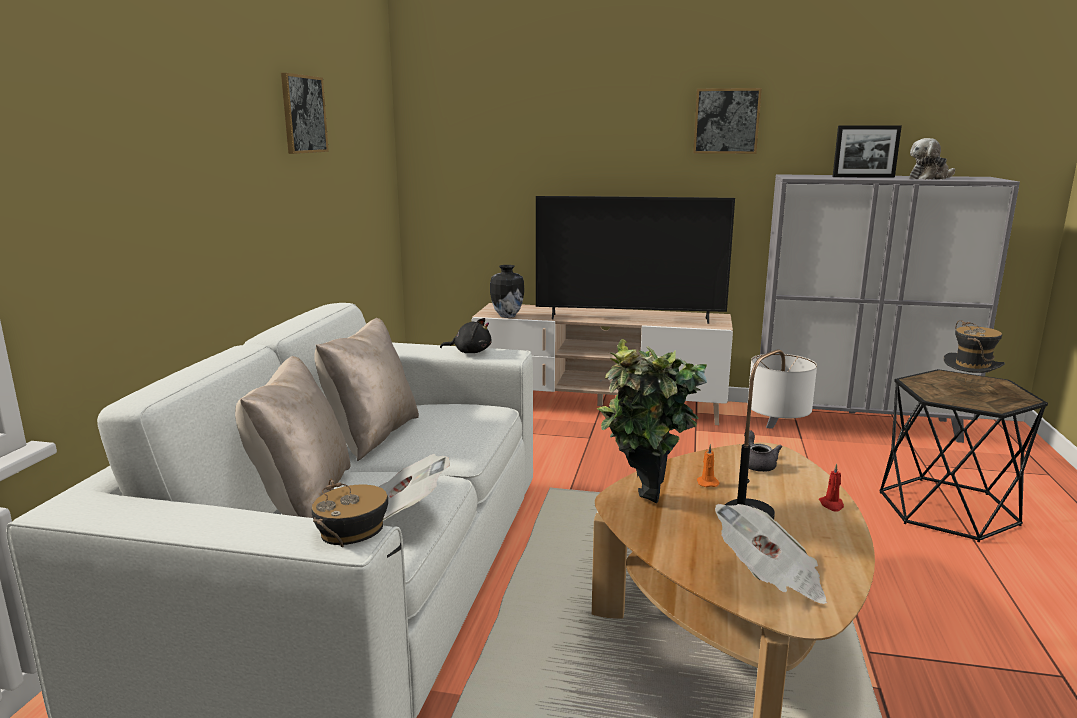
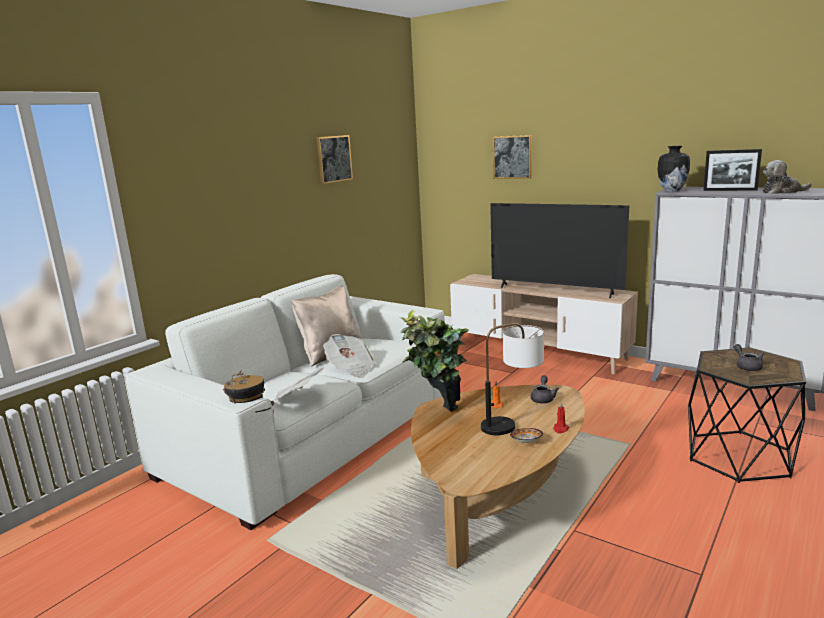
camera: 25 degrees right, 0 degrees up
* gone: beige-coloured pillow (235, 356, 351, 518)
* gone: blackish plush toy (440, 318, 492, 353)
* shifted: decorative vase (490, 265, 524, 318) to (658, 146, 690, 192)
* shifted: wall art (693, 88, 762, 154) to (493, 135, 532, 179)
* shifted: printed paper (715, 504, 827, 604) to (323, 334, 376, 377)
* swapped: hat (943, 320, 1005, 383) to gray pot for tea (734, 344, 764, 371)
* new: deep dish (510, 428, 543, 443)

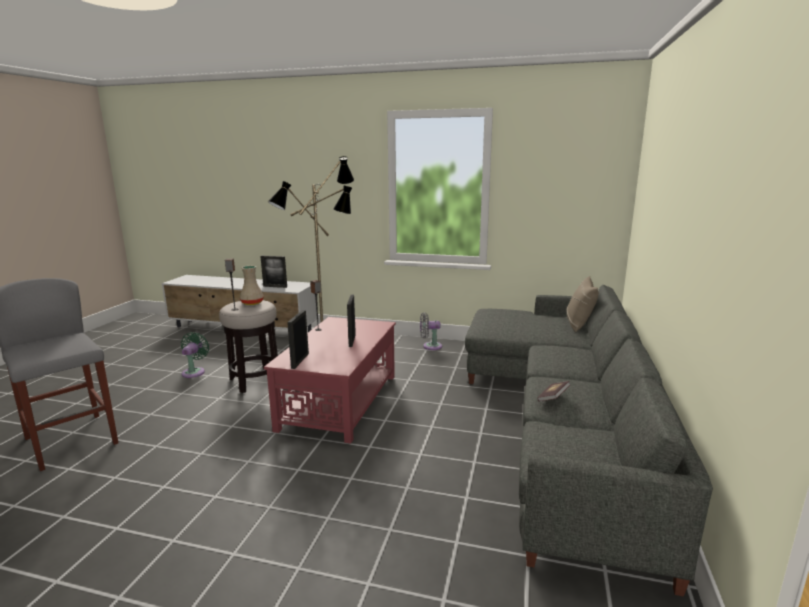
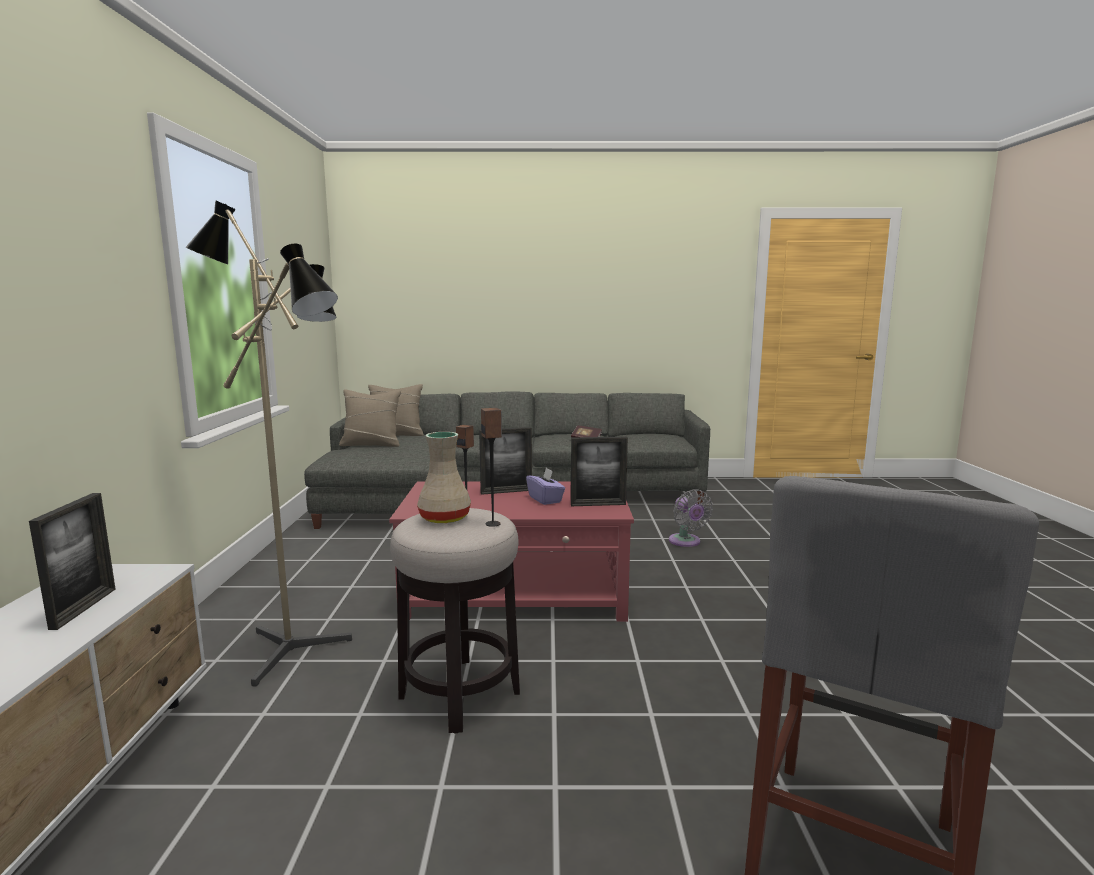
camera: 105 degrees left, 5 degrees down
* gone: greenish fan (181, 332, 209, 378)
* shifted: gray fan (420, 313, 442, 350) to (669, 489, 713, 547)
* new: beige-coloured pillow (339, 390, 401, 447)
* new: purple-coloured tissue box (526, 468, 565, 505)

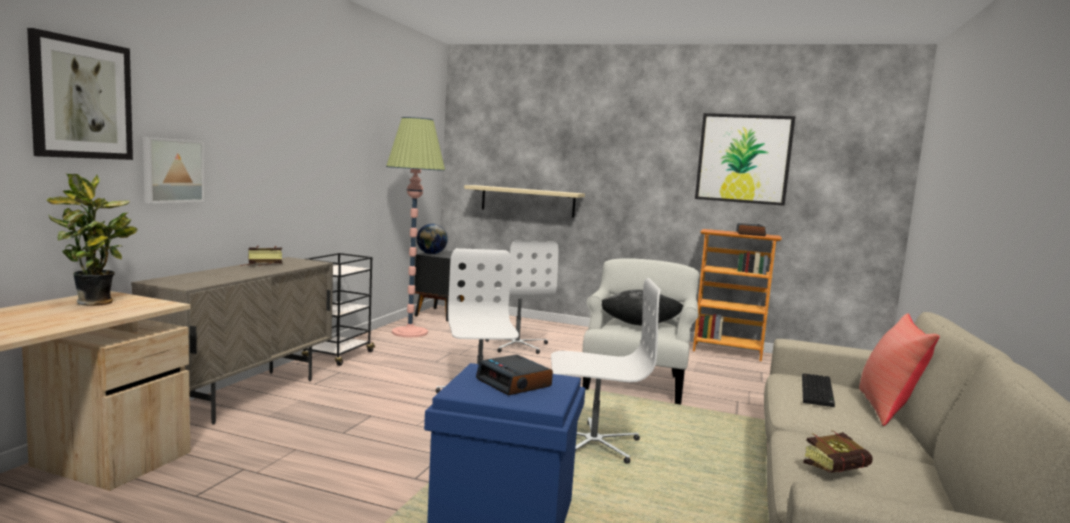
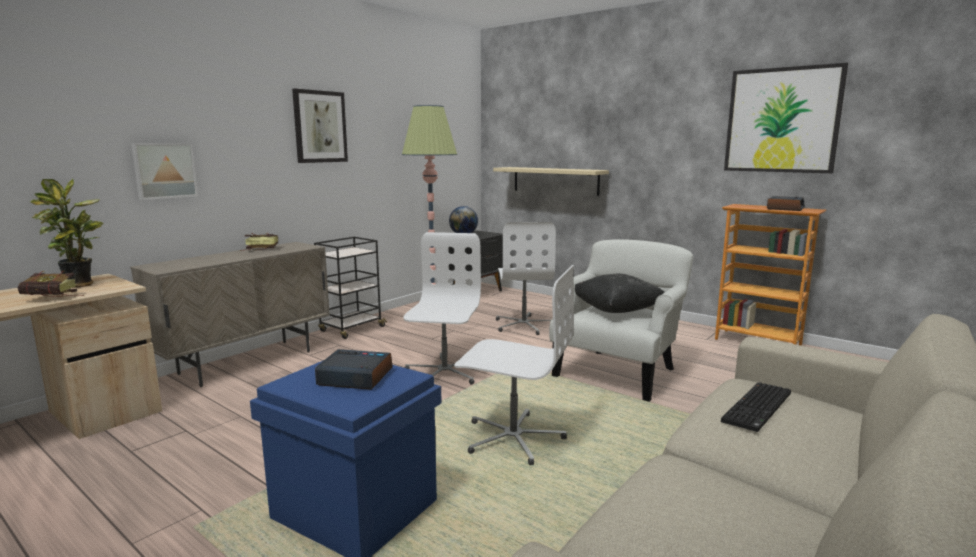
camera: 20 degrees right, 5 degrees up
* shifted: wall art (27, 28, 133, 160) to (292, 89, 348, 163)
* rotated: alarm clock (476, 355, 553, 396) = (315, 349, 393, 390) 120 degrees clockwise
* shifted: volume (803, 430, 873, 473) to (18, 271, 85, 297)
* gone: red pillow (859, 313, 939, 426)

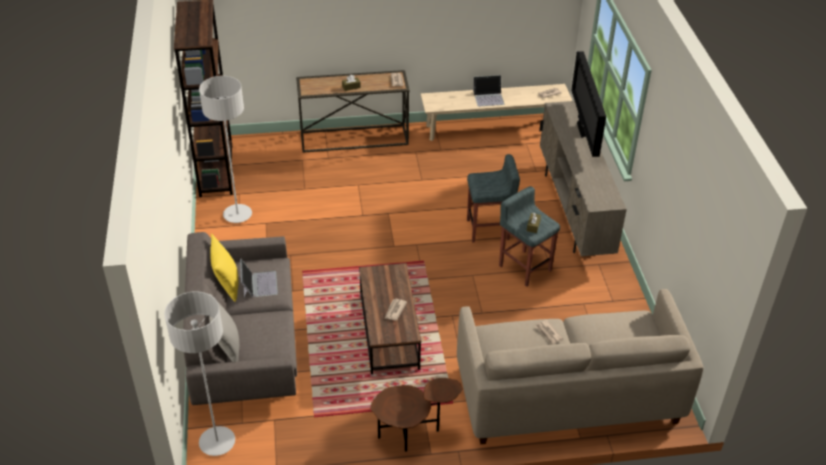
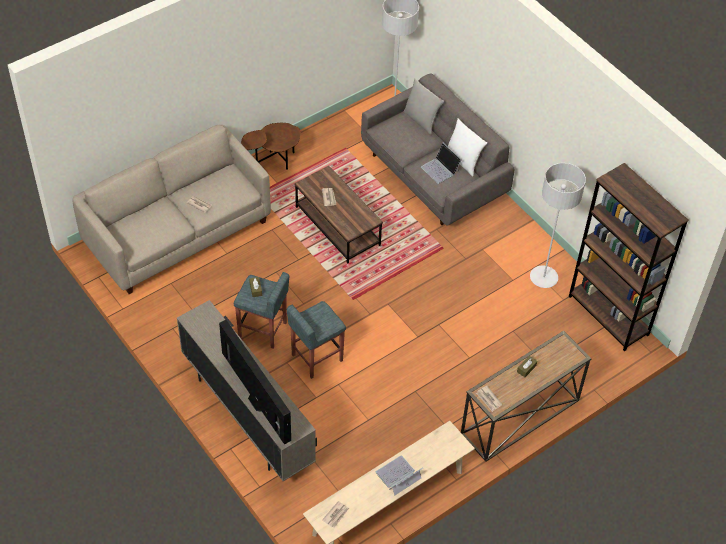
camera: 150 degrees right, 10 degrees up
* repainted: yellow-coloured pillow (210, 234, 238, 302) to whitish pillow (448, 118, 487, 176)

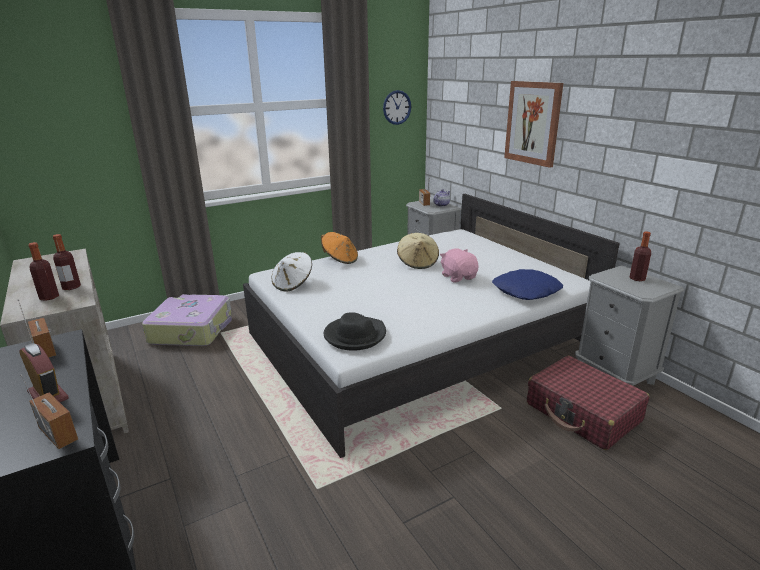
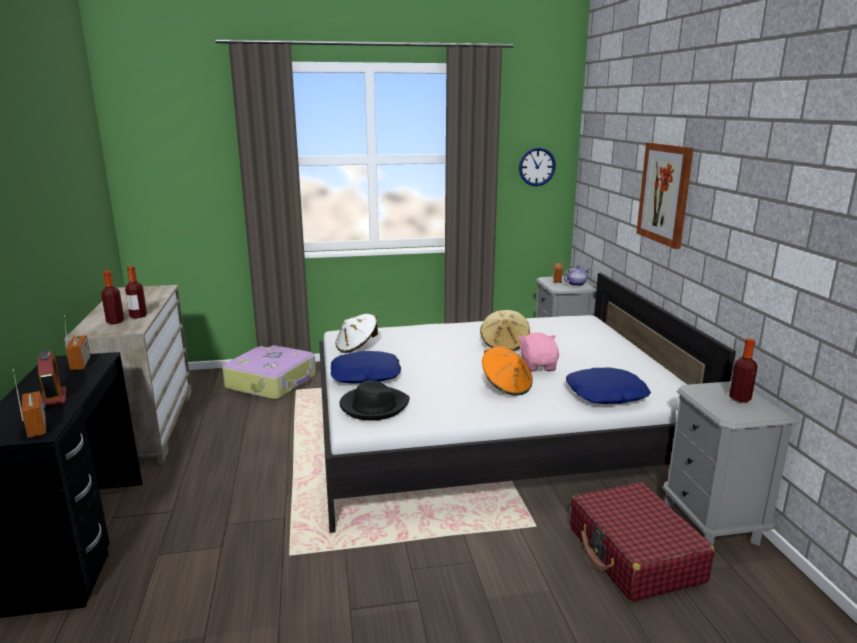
camera: 20 degrees right, 5 degrees down
* shifted: orange-coloured hat (321, 232, 358, 264) to (482, 347, 533, 396)
* new: blue-coloured pillow (330, 351, 401, 384)

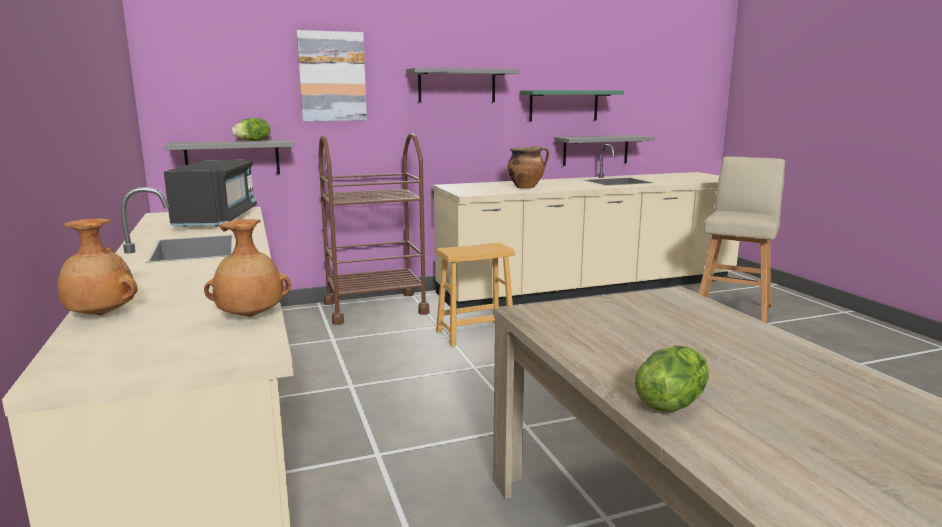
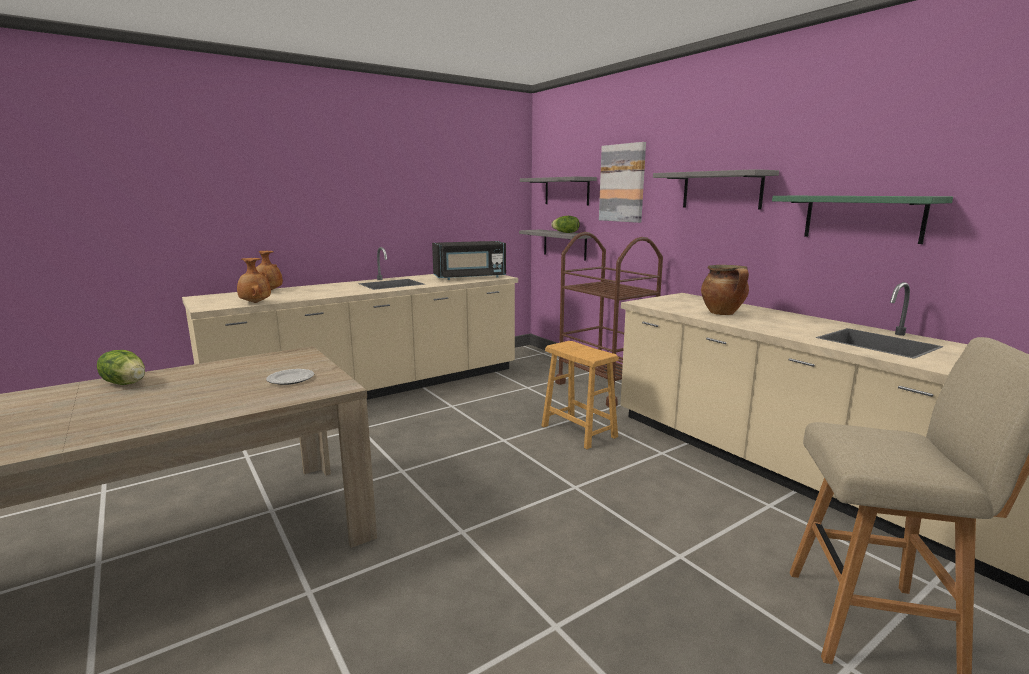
camera: 75 degrees right, 0 degrees up
* shifted: gray wall shelf (554, 135, 654, 166) to (520, 176, 597, 205)
* new: plate (266, 369, 314, 385)

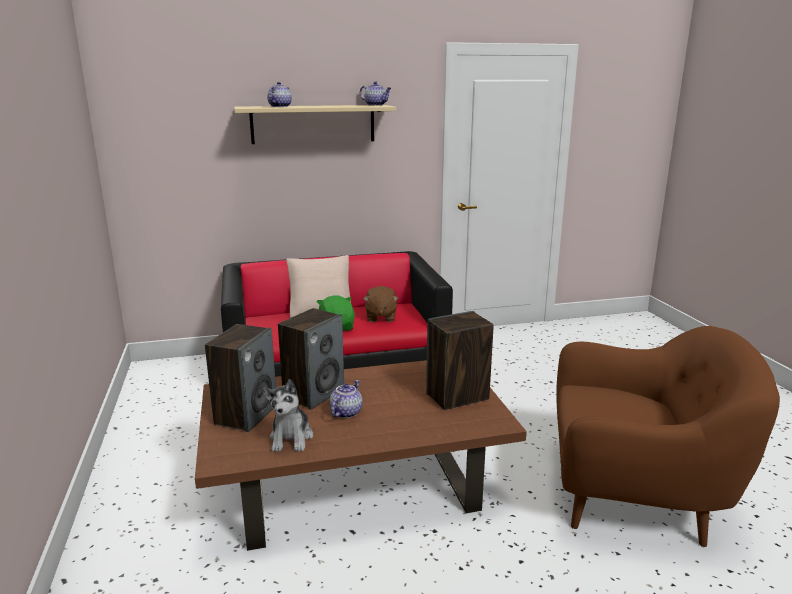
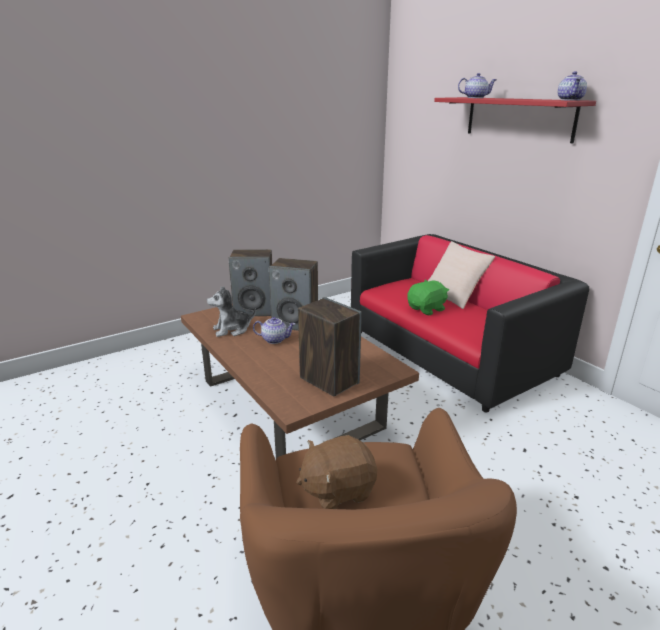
camera: 70 degrees right, 5 degrees up
* repainted: beige-coloured wall shelf (235, 105, 396, 144) to red wall shelf (434, 97, 596, 143)
* shifted: brown plush toy (363, 286, 398, 322) to (296, 435, 377, 509)

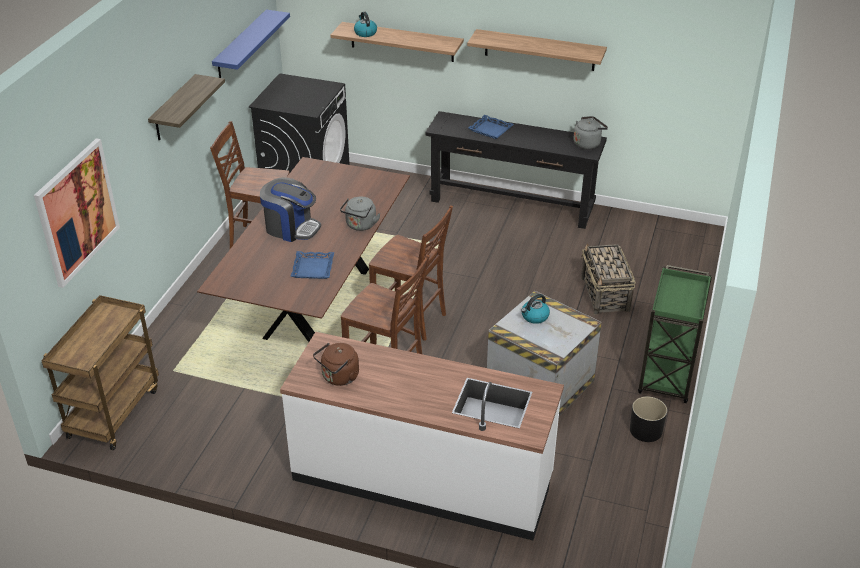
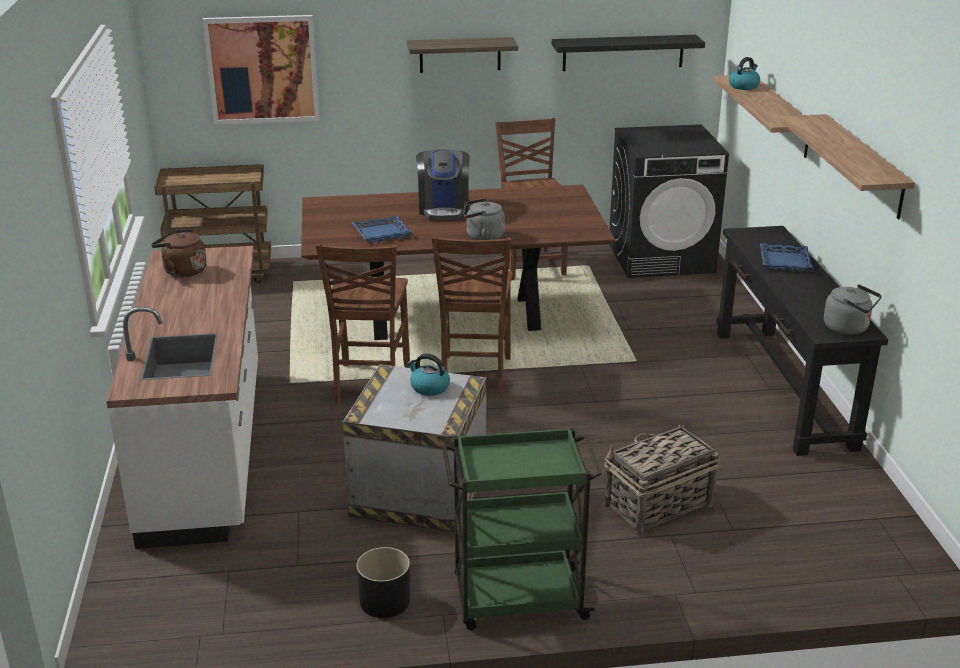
camera: 65 degrees right, 10 degrees down
* repainted: blue-coloured wall shelf (212, 10, 290, 78) to blackish wall shelf (552, 35, 705, 71)

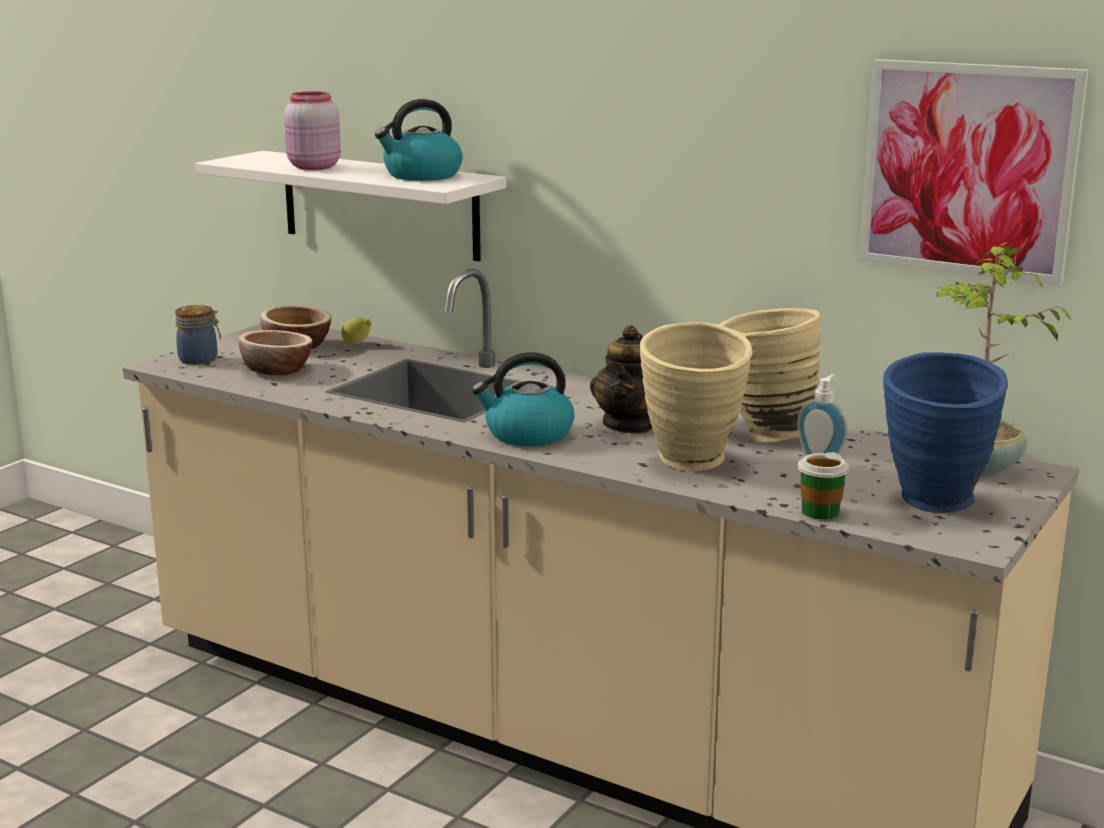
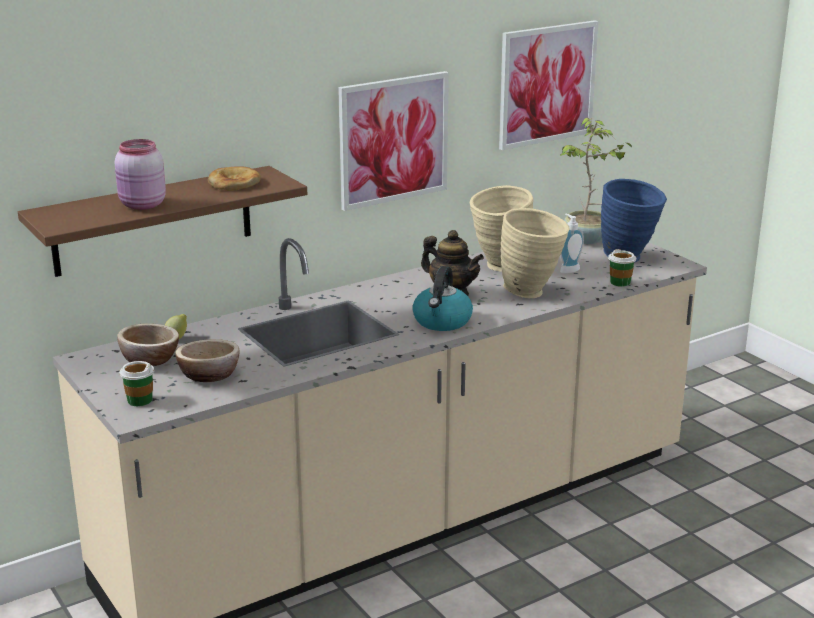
camera: 65 degrees left, 5 degrees up
* swapped: storage jar (175, 305, 221, 365) to drinking cup (119, 361, 154, 406)
* repainted: whitish wall shelf (195, 151, 507, 261) to brown wall shelf (18, 166, 307, 277)
* swapped: kettle (375, 99, 463, 181) to bakery bread (208, 166, 261, 191)
* new: wall art (338, 71, 449, 211)

